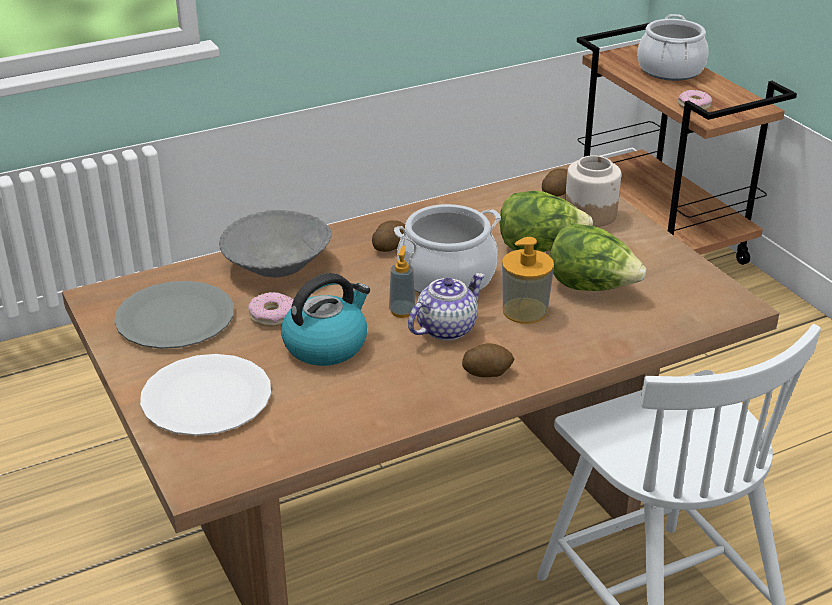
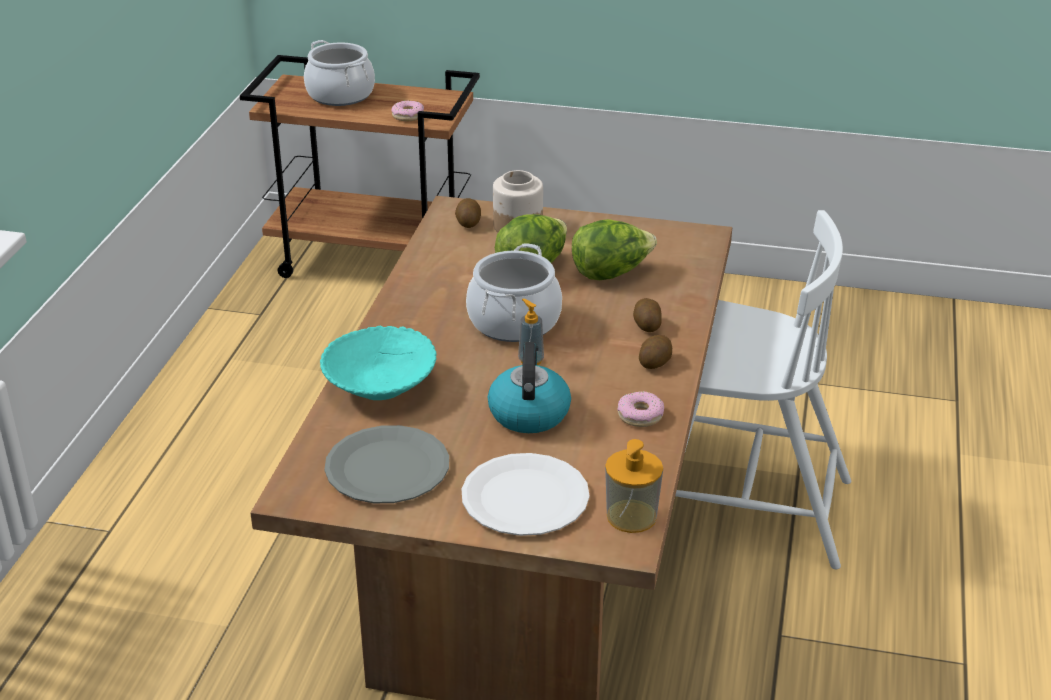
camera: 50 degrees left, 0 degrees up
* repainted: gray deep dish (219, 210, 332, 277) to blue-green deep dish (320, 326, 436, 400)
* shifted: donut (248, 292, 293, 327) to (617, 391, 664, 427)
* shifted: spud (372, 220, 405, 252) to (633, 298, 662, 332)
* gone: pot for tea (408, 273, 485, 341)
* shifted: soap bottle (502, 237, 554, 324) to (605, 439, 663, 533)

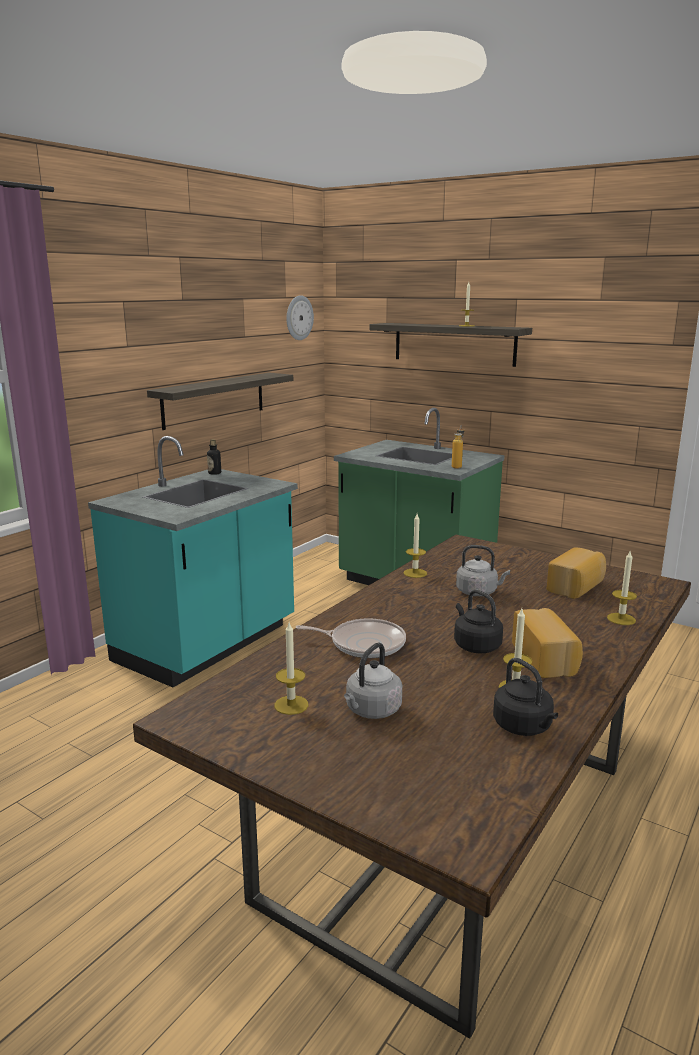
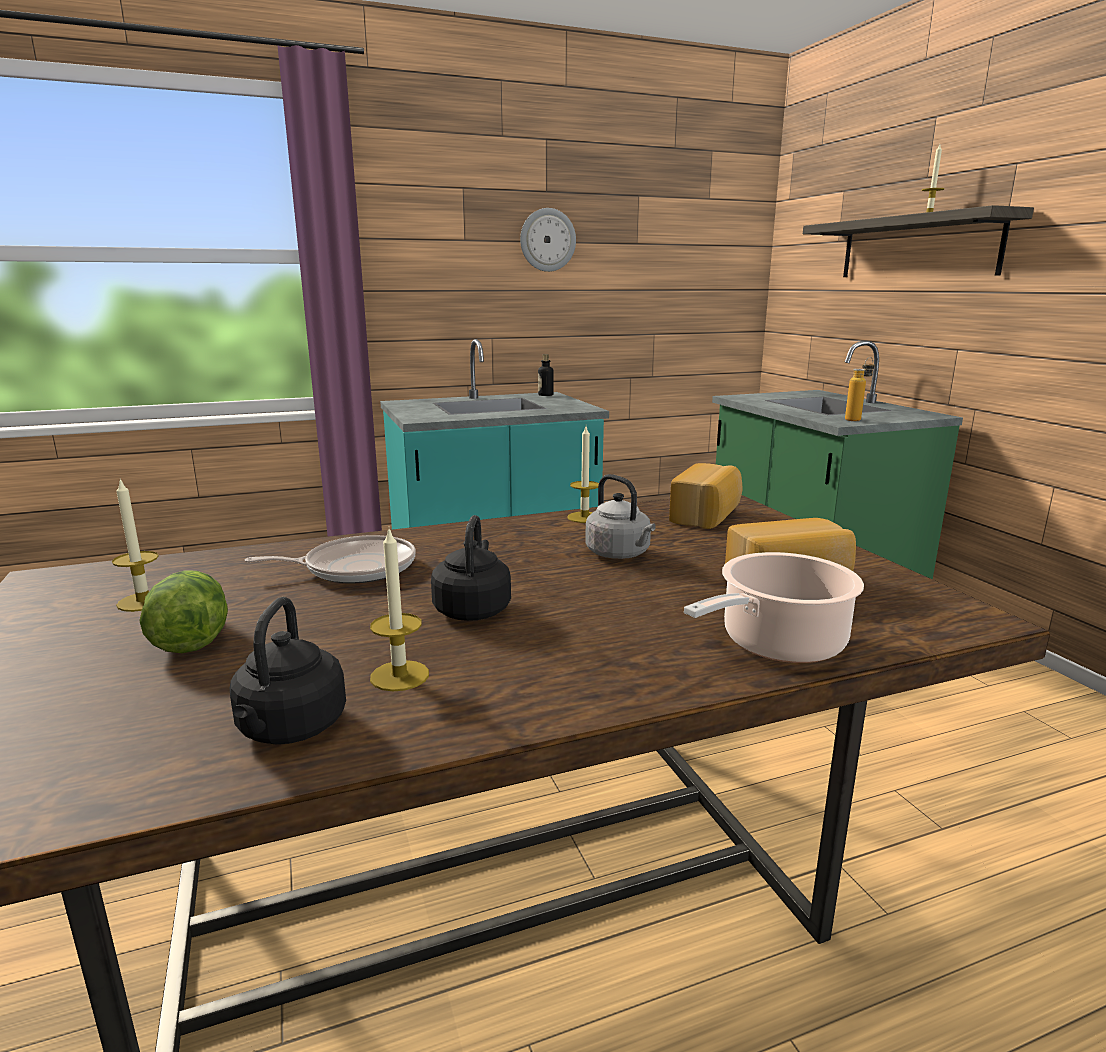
camera: 35 degrees right, 0 degrees up
* gone: wall shelf (147, 373, 293, 430)
* shifted: hanging clock (286, 295, 314, 340) to (520, 208, 576, 272)
* rotated: pan (296, 618, 406, 658) = (245, 535, 416, 583) 60 degrees counterclockwise
* swapped: gray kettle (344, 642, 402, 719) to head of lettuce (139, 570, 228, 653)
* shifted: bakery bread (512, 608, 583, 678) to (669, 463, 742, 529)
* swapped: wax candle (607, 551, 637, 625) to stockpot (684, 552, 864, 663)

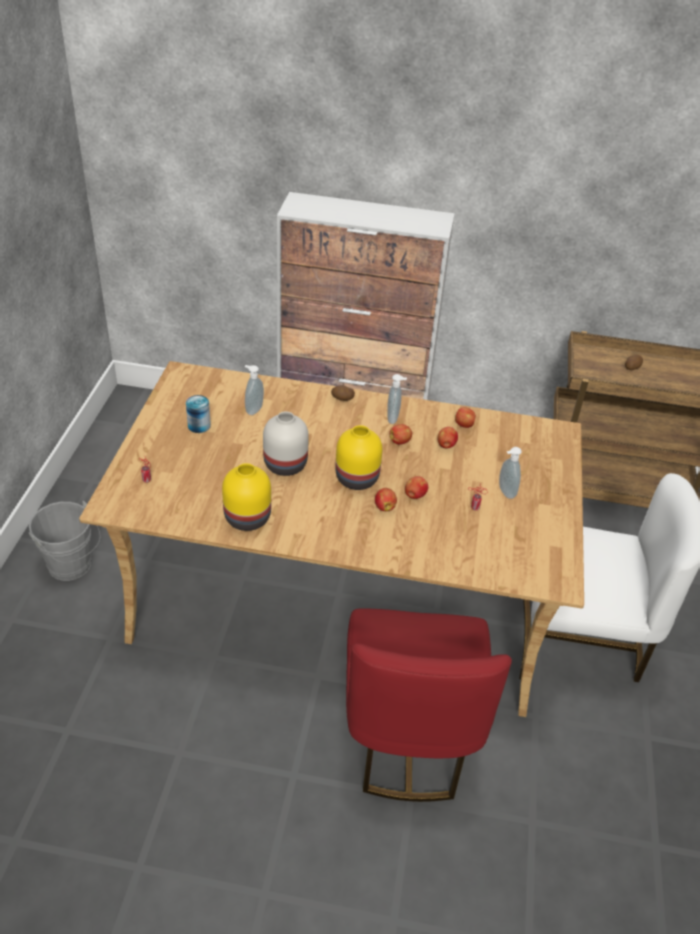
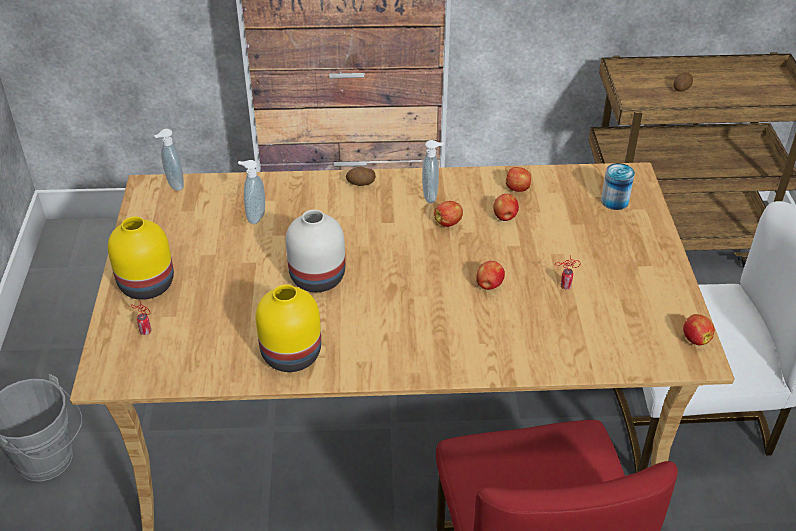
camera: 10 degrees left, 0 degrees up
* shifted: sealed can (186, 395, 211, 433) to (601, 163, 635, 210)
* shifted: yellow-coloured decorative vase (335, 425, 382, 490) to (108, 216, 174, 300)
* shifted: apple (375, 488, 397, 511) to (683, 314, 715, 345)
* shifted: soap bottle (499, 447, 522, 499) to (154, 129, 184, 191)

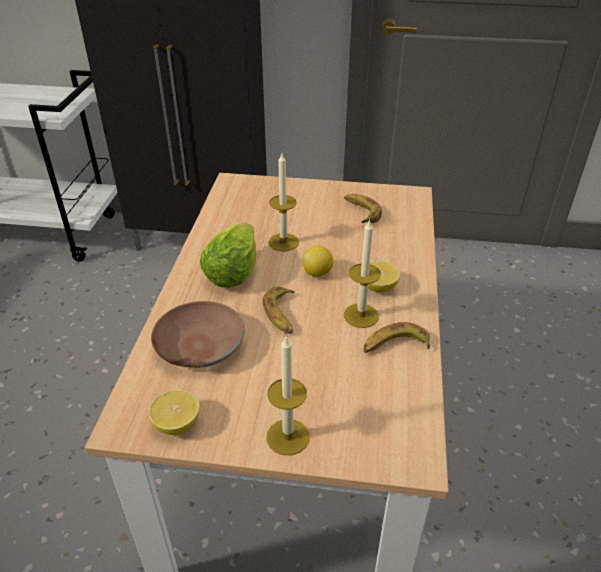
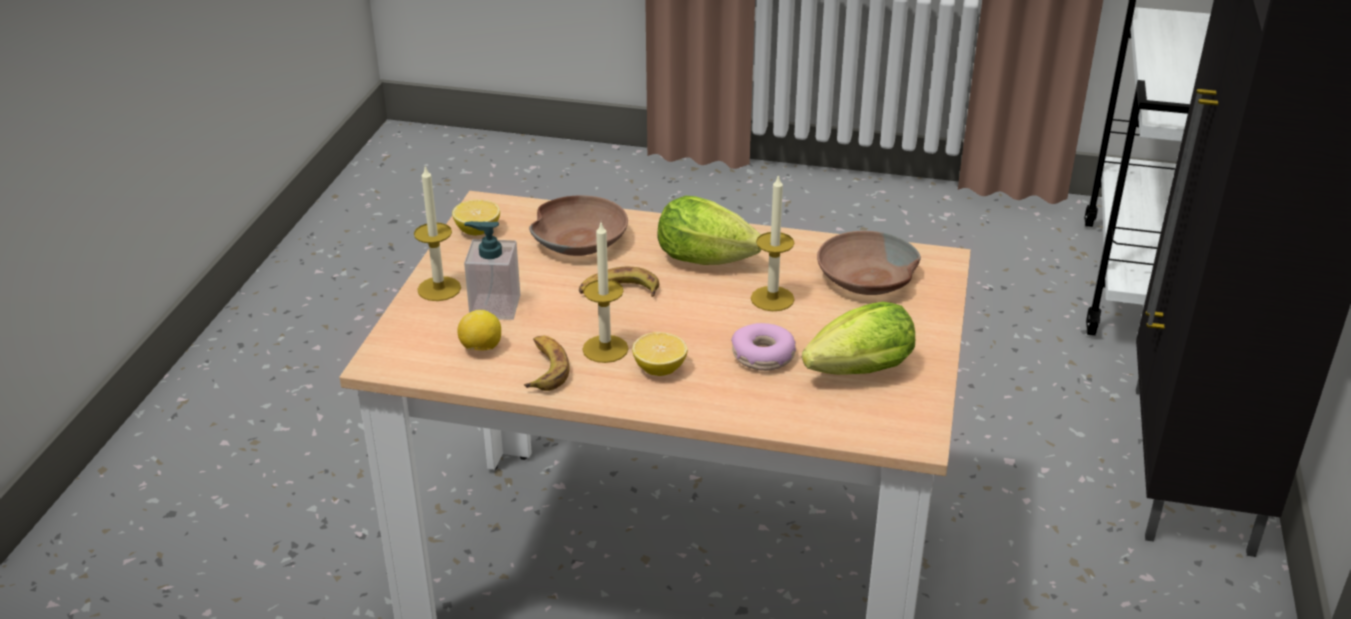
camera: 95 degrees right, 5 degrees down
* shifted: whole lemon (302, 246, 333, 277) to (457, 310, 501, 350)
* swapped: whole banana (344, 194, 382, 223) to head of lettuce (802, 302, 915, 375)
* new: soap bottle (464, 221, 520, 320)
* new: donut (731, 323, 796, 371)
* new: brown deep dish (817, 231, 921, 295)

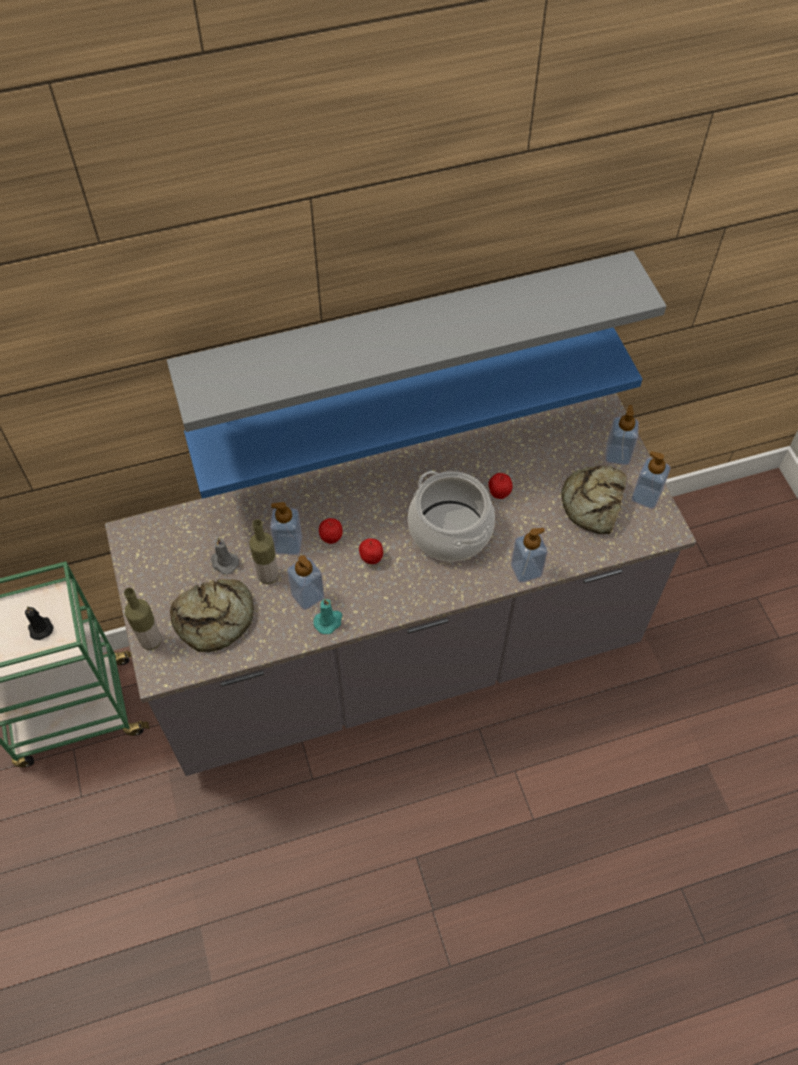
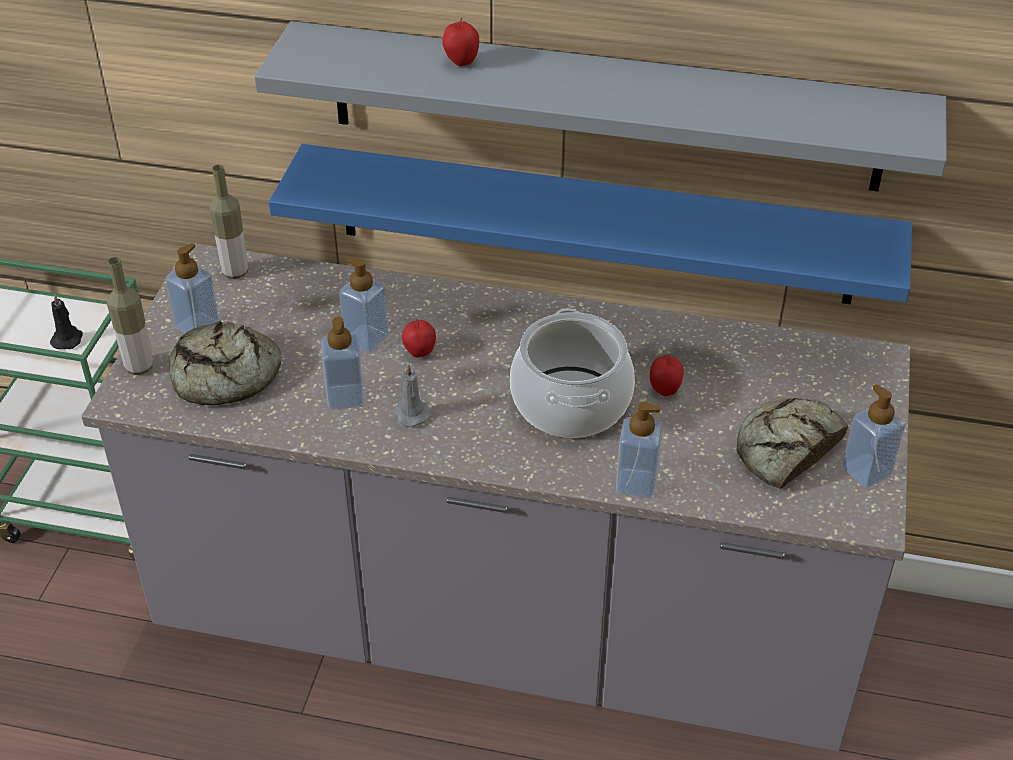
camera: 30 degrees right, 15 degrees down
* shifted: gray wax candle (211, 538, 239, 574) to (393, 363, 431, 427)
* shifted: beverage bottle (249, 519, 279, 584) to (209, 165, 248, 279)
* gone: blue-green wax candle (314, 599, 342, 634)
* shifted: apple (359, 538, 383, 564) to (442, 18, 479, 66)
* shifted: soap bottle (605, 405, 639, 465) to (165, 243, 220, 334)

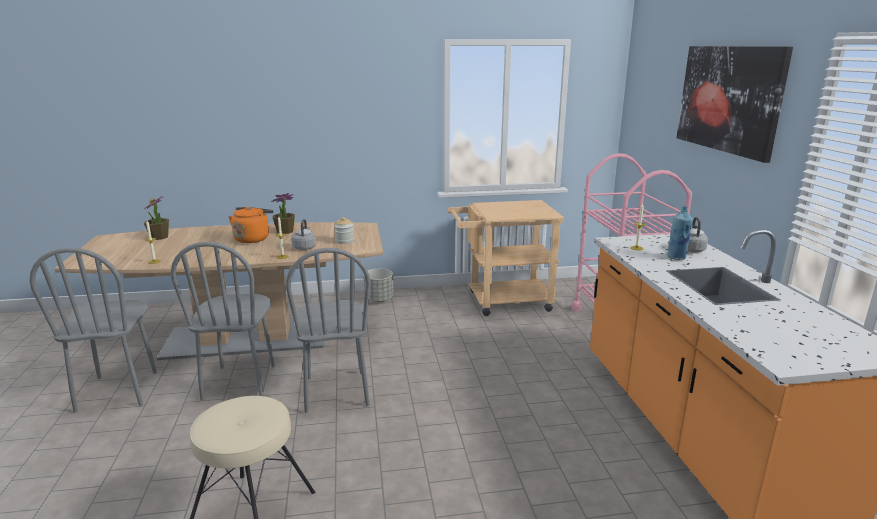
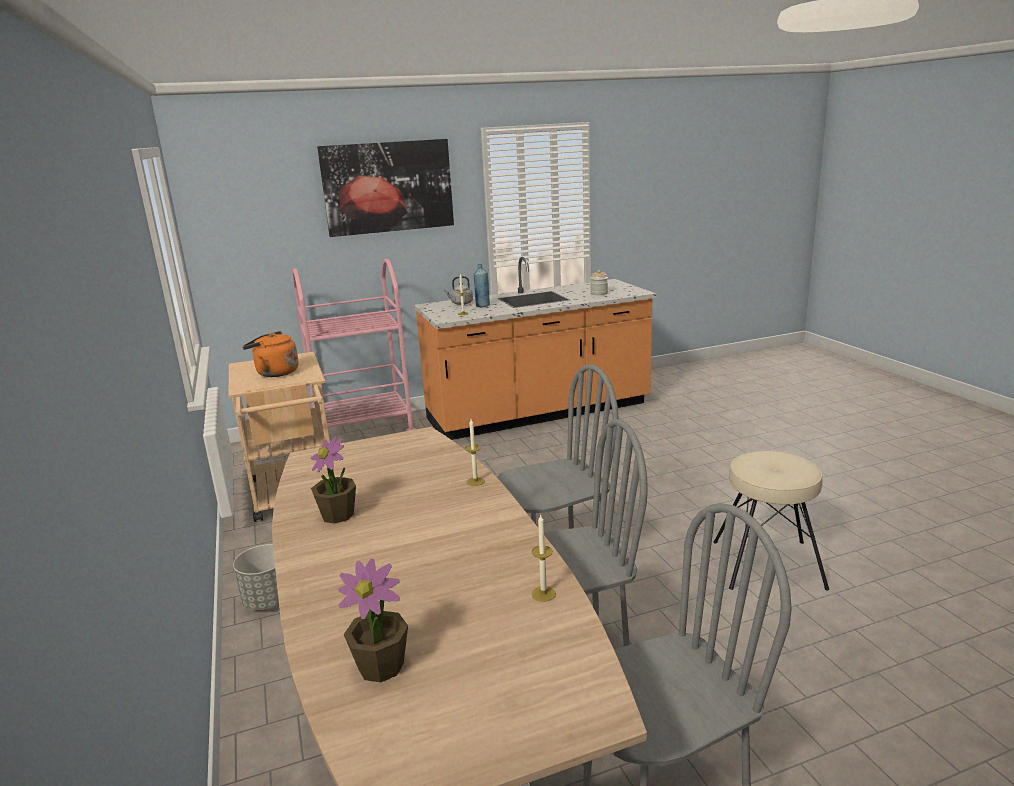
camera: 100 degrees left, 0 degrees up
* shifted: orange-coloured kettle (228, 207, 274, 243) to (242, 331, 299, 377)
* gone: gray kettle (292, 219, 316, 250)
* shifted: storage jar (334, 217, 354, 244) to (590, 270, 608, 295)

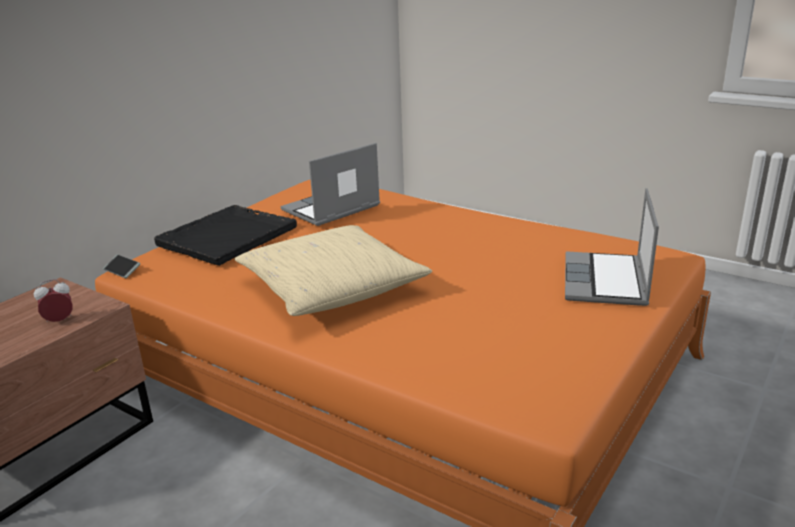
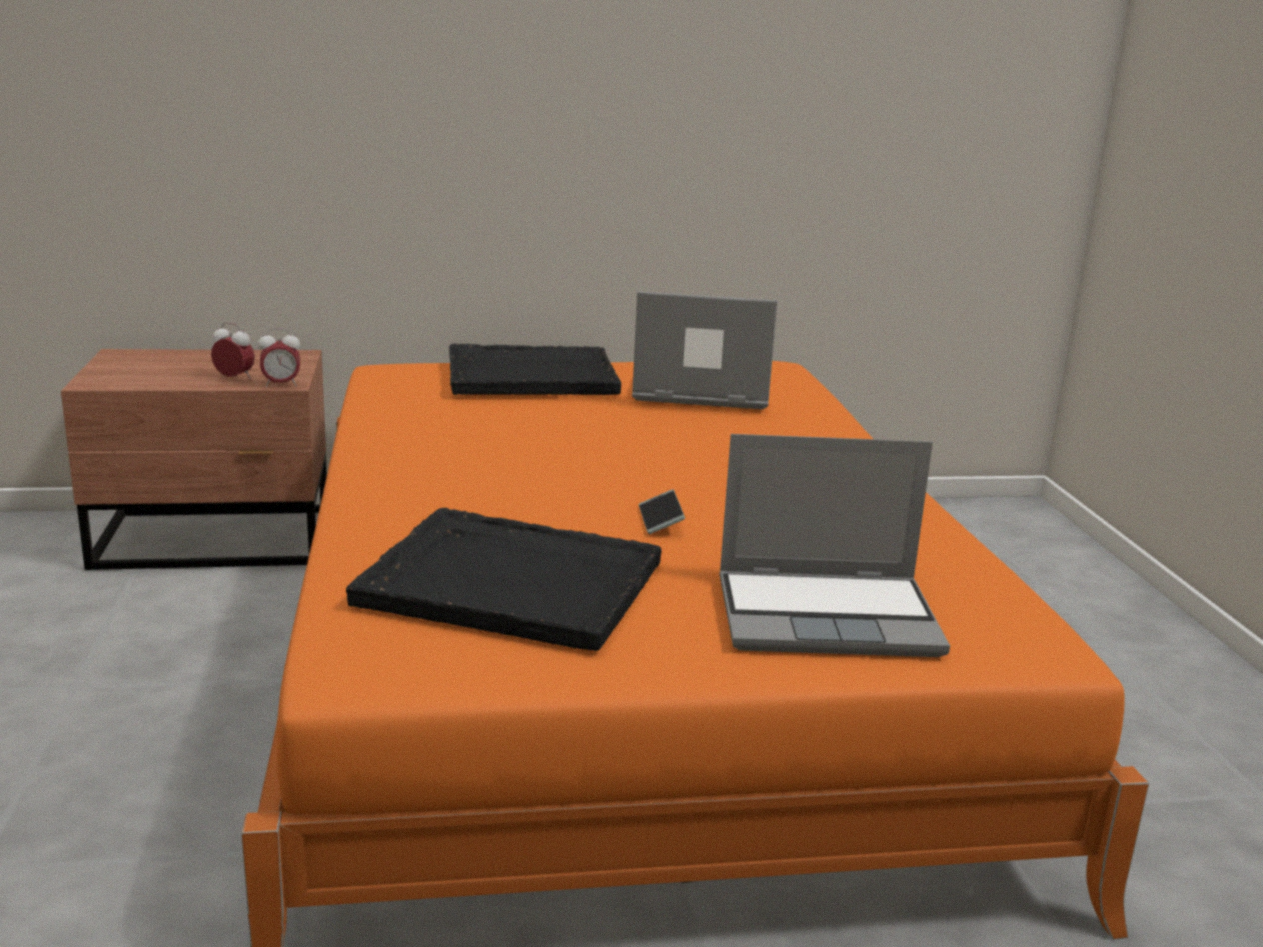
camera: 45 degrees right, 5 degrees down
* shifted: handset (103, 254, 140, 278) to (639, 489, 685, 534)
* gone: beige-coloured pillow (234, 225, 432, 316)
* rotated: notebook computer (565, 188, 659, 306) = (719, 434, 950, 657) 150 degrees counterclockwise
* new: alarm clock (258, 328, 300, 387)
* new: blackish tray (346, 508, 662, 651)

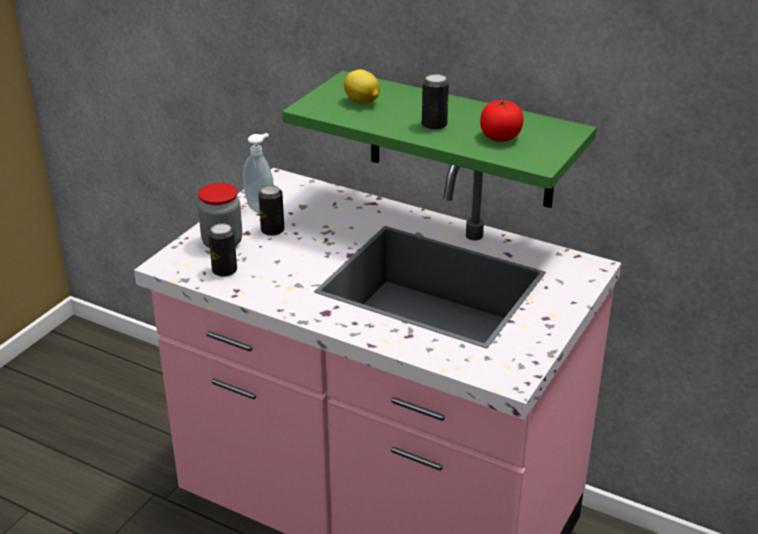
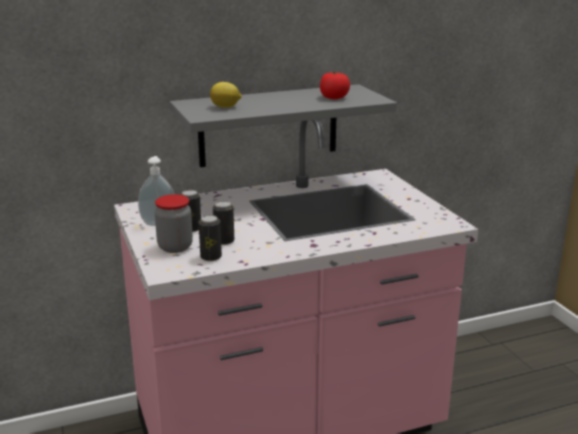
camera: 50 degrees left, 10 degrees down
* repainted: greenish wall shelf (282, 71, 597, 208) to gray wall shelf (170, 84, 397, 167)
* shifted: sealed can (422, 74, 449, 130) to (213, 201, 234, 245)

